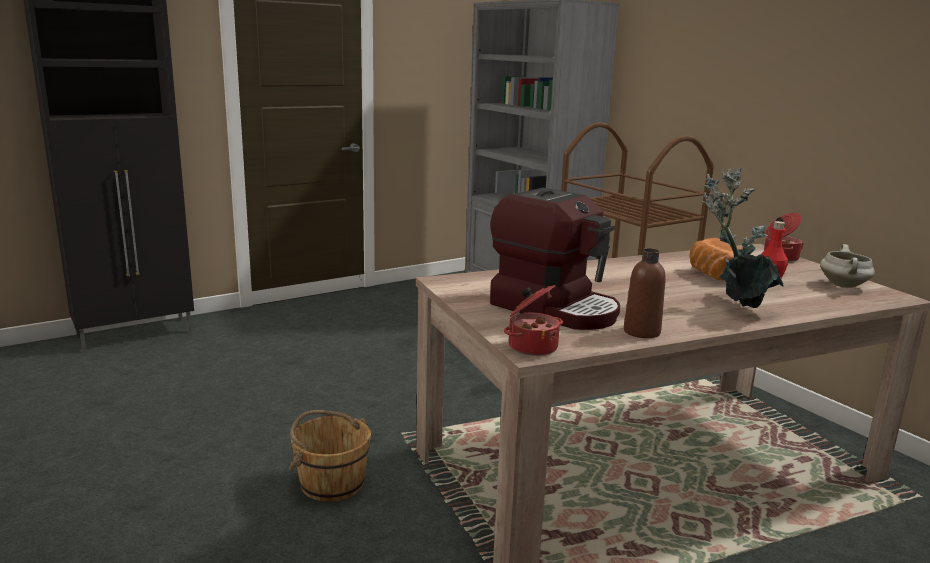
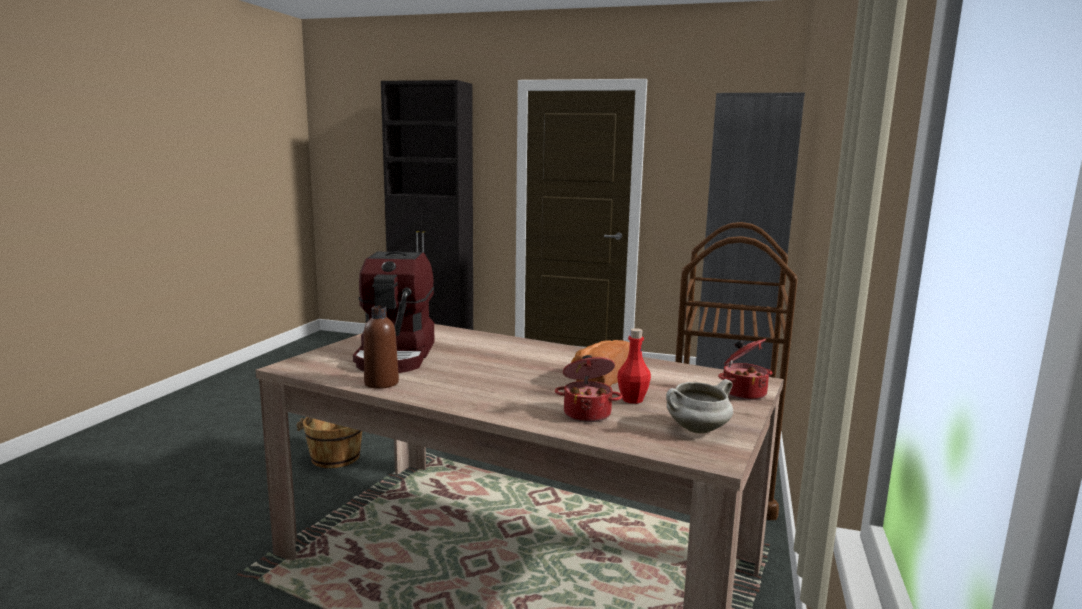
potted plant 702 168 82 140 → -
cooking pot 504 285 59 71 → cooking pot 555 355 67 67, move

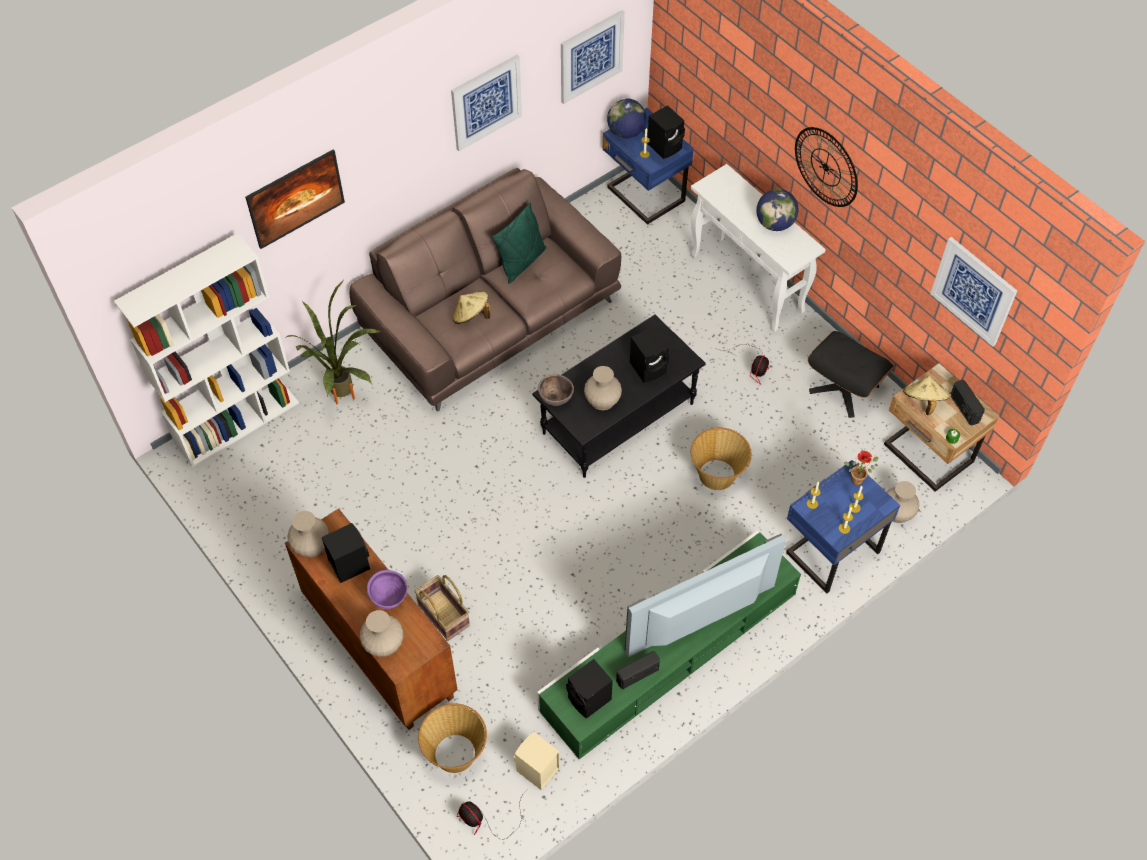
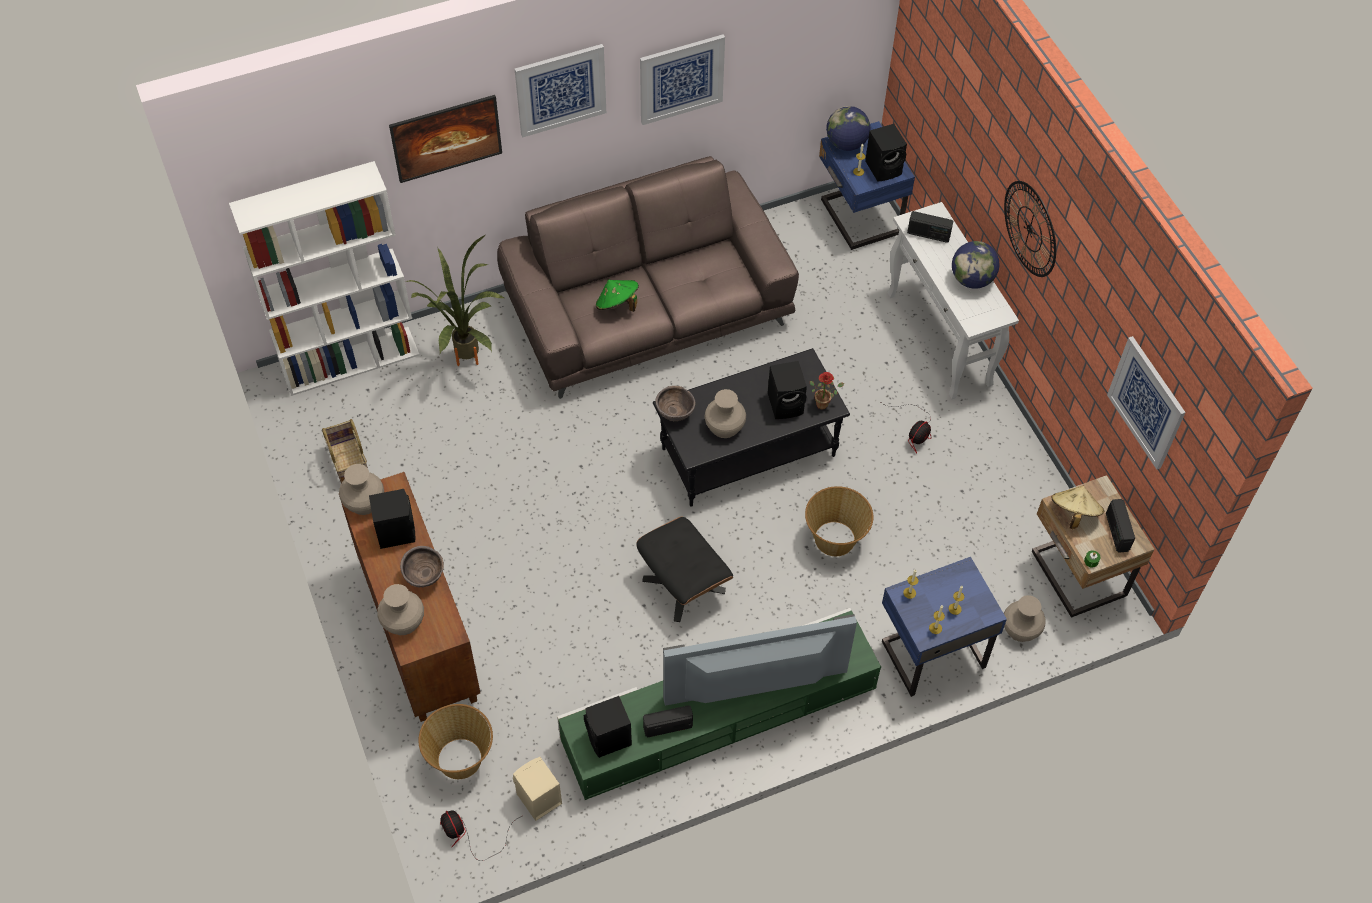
green pillow 492 202 55 82 → -
- → radio 907 211 46 32
basket 415 575 55 66 → basket 322 419 46 64, move
picture 561 10 64 94 → picture 515 44 91 93, move
black ottoman 808 331 86 87 → black ottoman 636 516 98 106, move
potted plant 844 451 35 34 → potted plant 810 372 34 37, move
purple bowl 367 570 41 39 → brown bowl 400 546 44 41
beige hat 452 291 39 33 → green hat 596 280 43 32

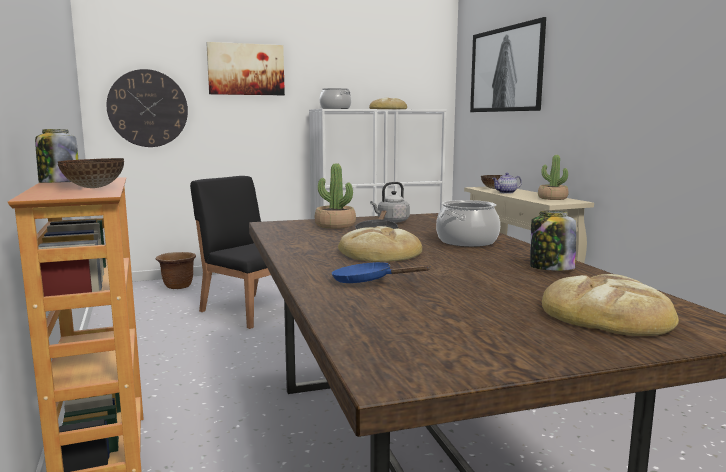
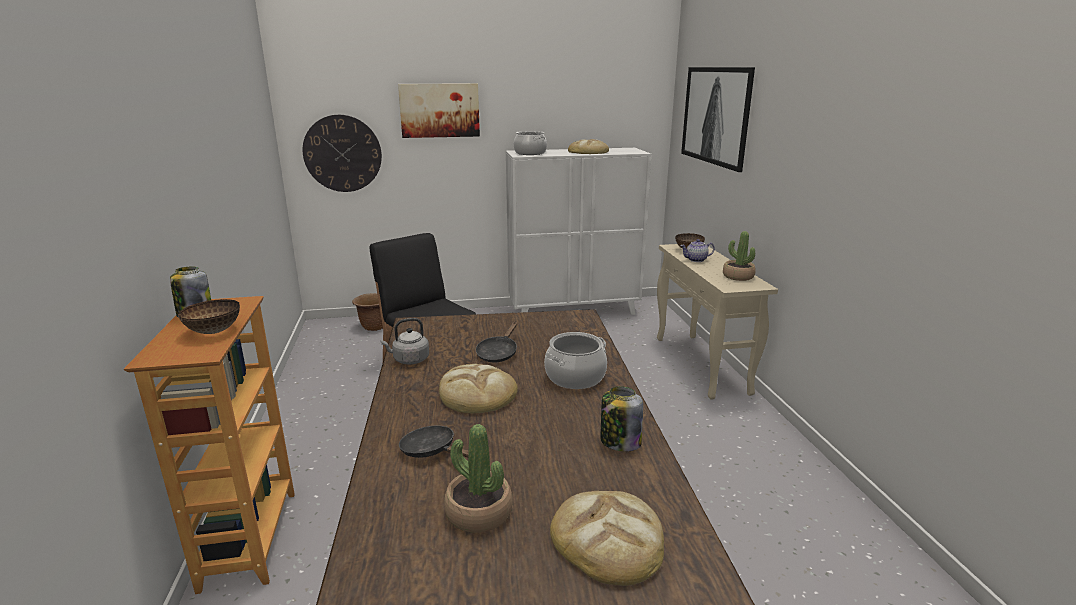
potted plant 315 163 41 66 → potted plant 444 424 69 109, move
grey kettle 370 182 40 41 → grey kettle 381 318 48 47, move
blue frying pan 332 262 99 21 → black frying pan 399 426 70 32

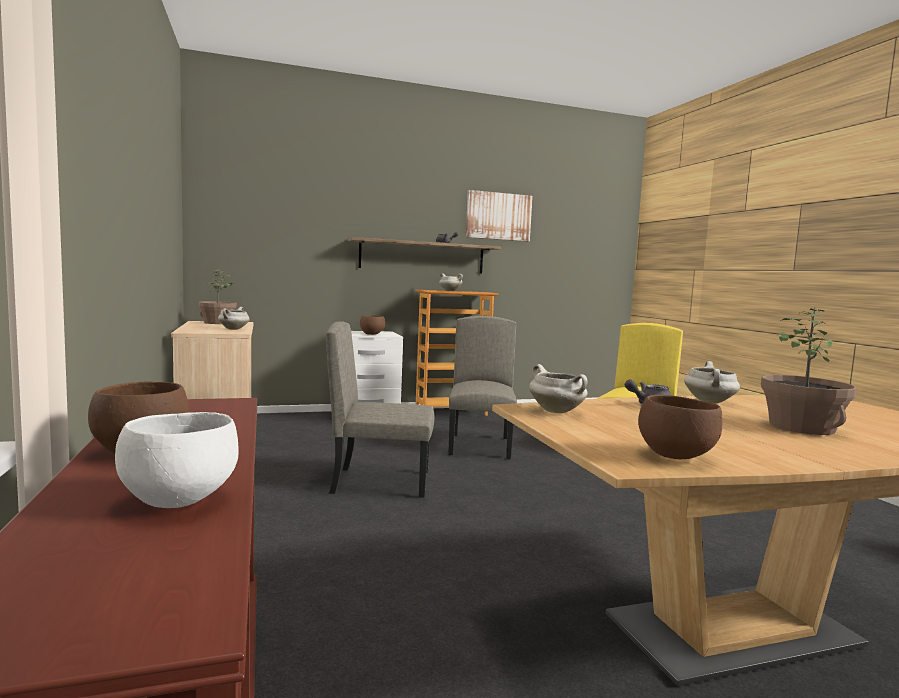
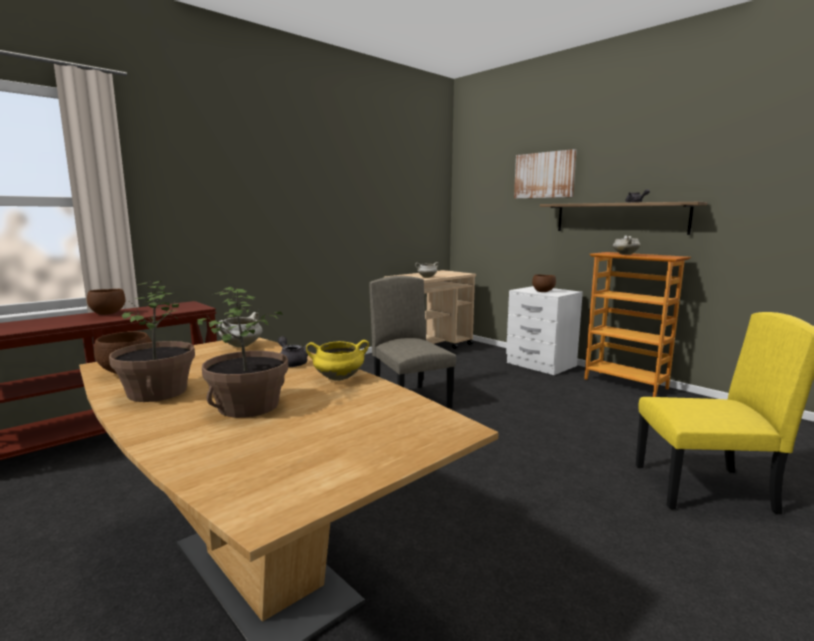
white bowl 115 412 124 96 → -
beige chair 448 316 69 143 → -
potted plant 198 270 39 54 → potted plant 109 281 86 121, move
picture 466 190 67 51 → picture 514 149 63 50, move
white cooking pot 684 361 56 43 → yellow cooking pot 306 340 63 41

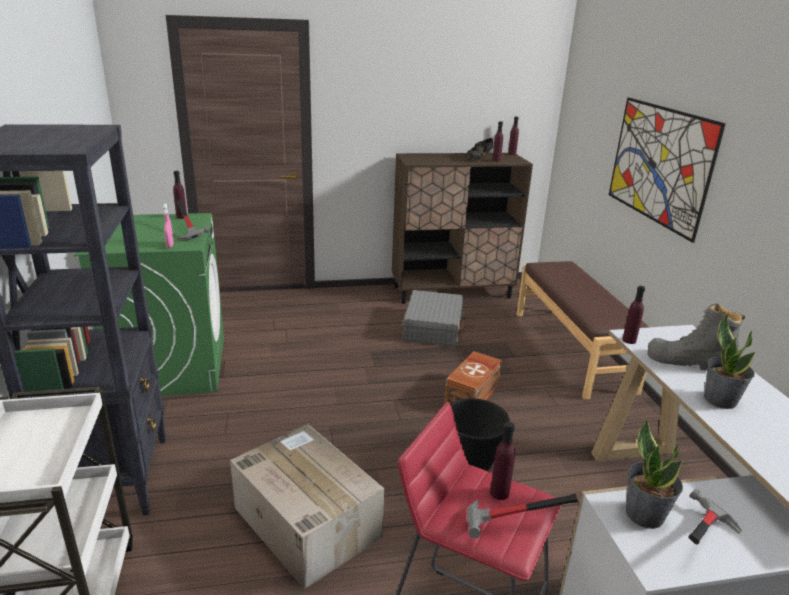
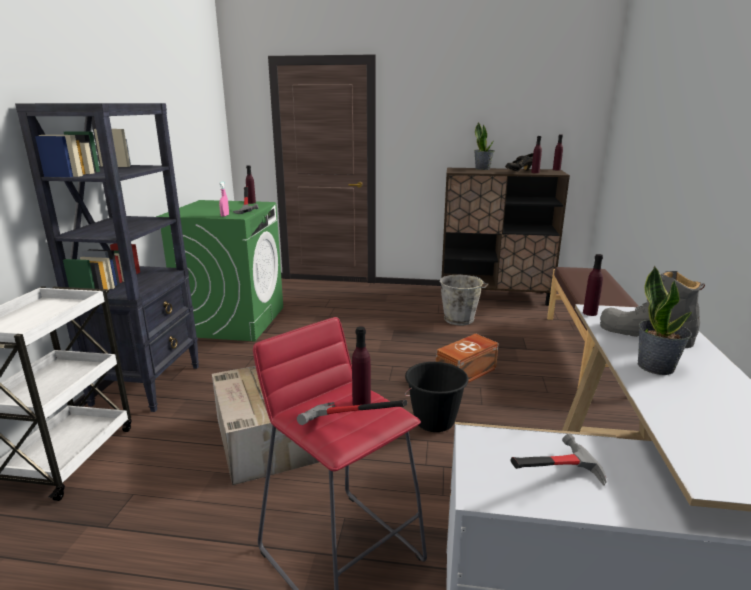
picture 609 97 117 146 → -
potted plant 626 419 57 110 → potted plant 474 122 21 48, move
grey suitcase 402 290 63 57 → grey bucket 440 275 49 50

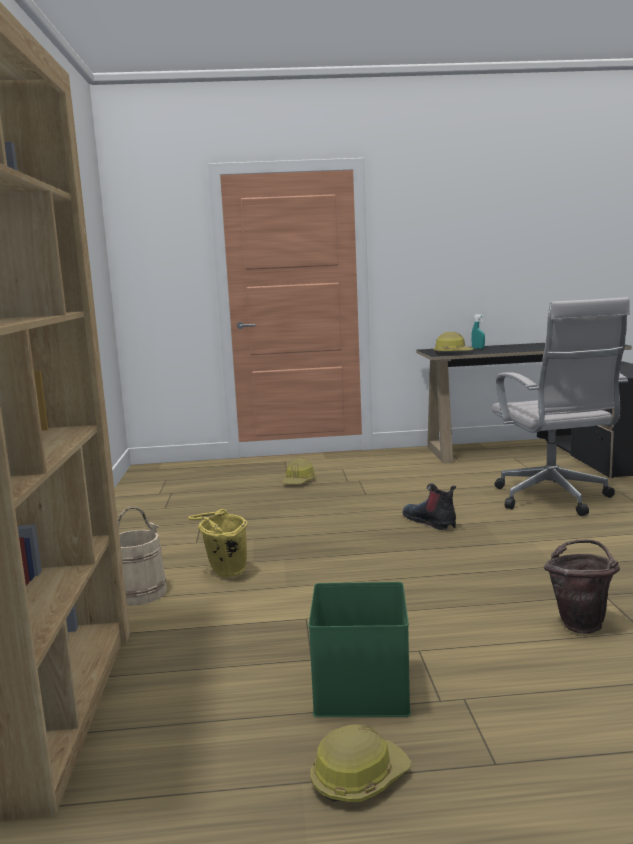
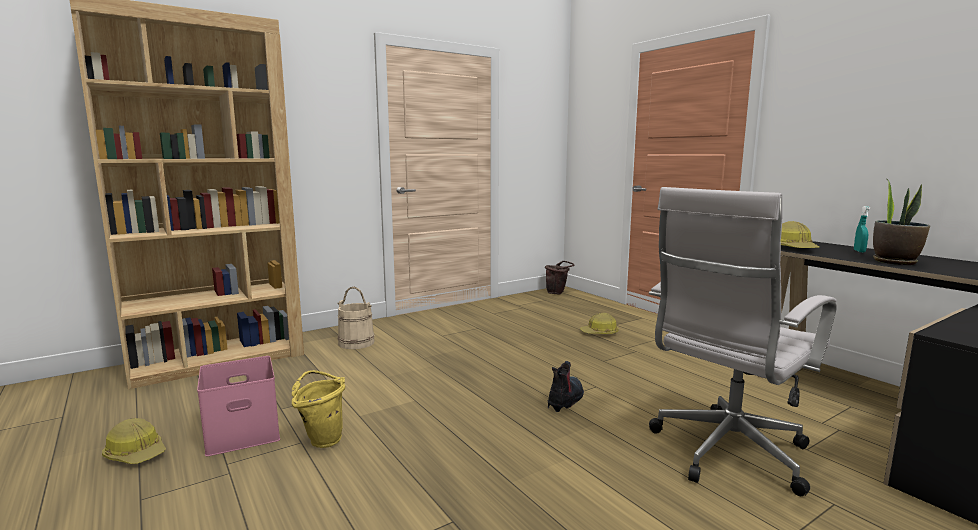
- → potted plant 873 178 57 87
yellow bucket 188 509 60 68 → yellow bucket 292 370 53 78, move
brown bucket 544 539 76 95 → brown bucket 545 261 29 33, move
green storage box 309 582 102 135 → pink storage box 197 356 83 100

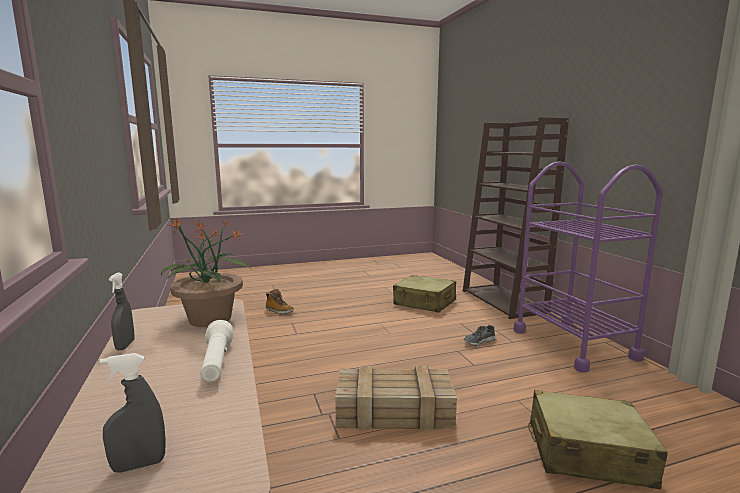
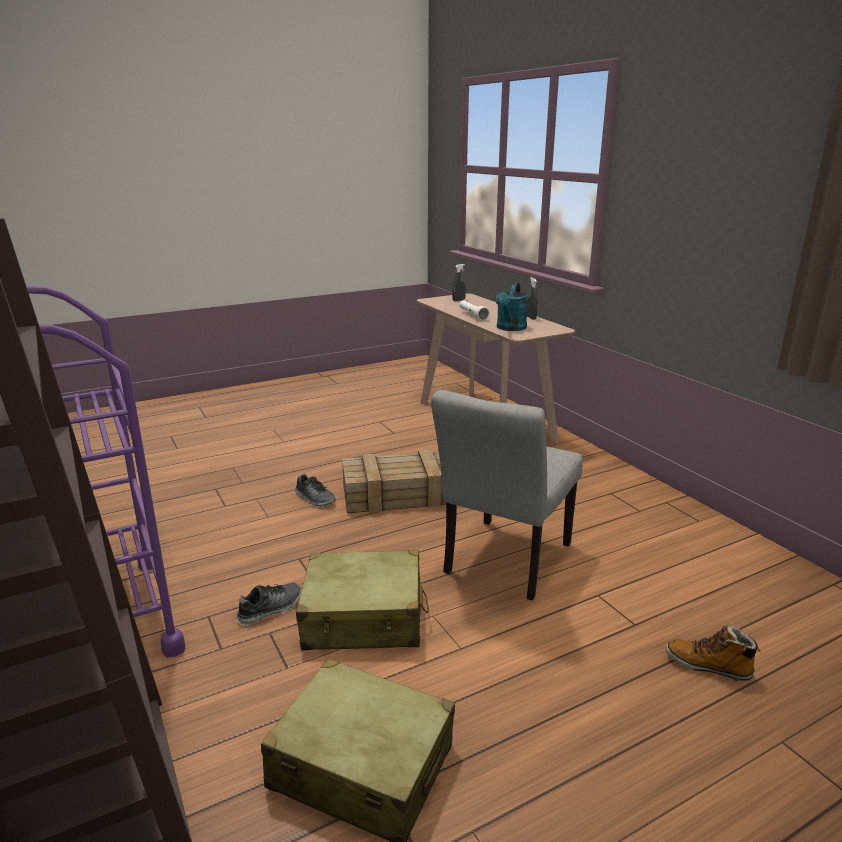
- → shoe 295 474 41 33
- → grey chair 431 390 152 210
beige suitcase 528 390 140 99 → beige suitcase 296 550 133 100, move
potted plant 161 218 90 109 → turquoise watering can 495 283 33 48

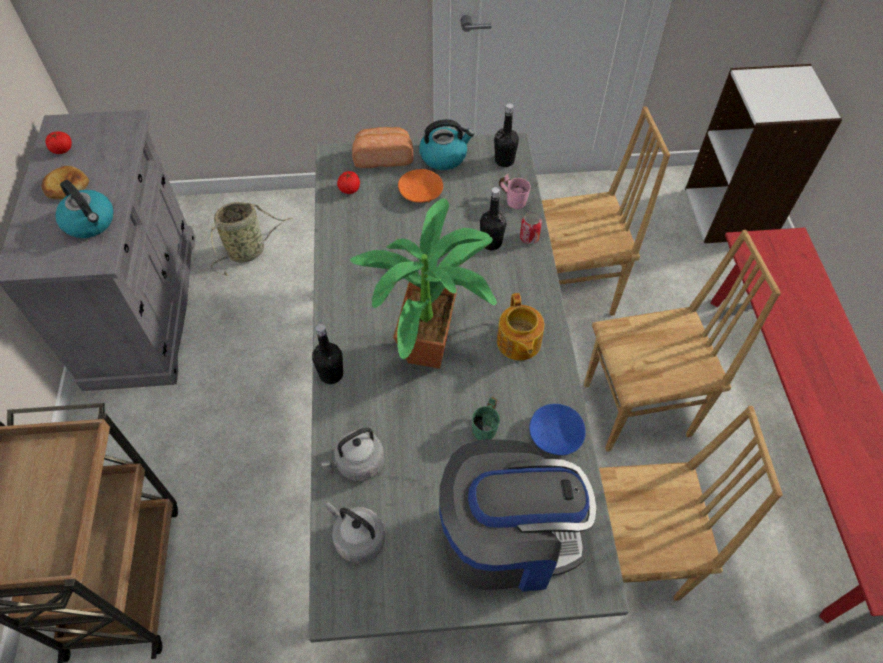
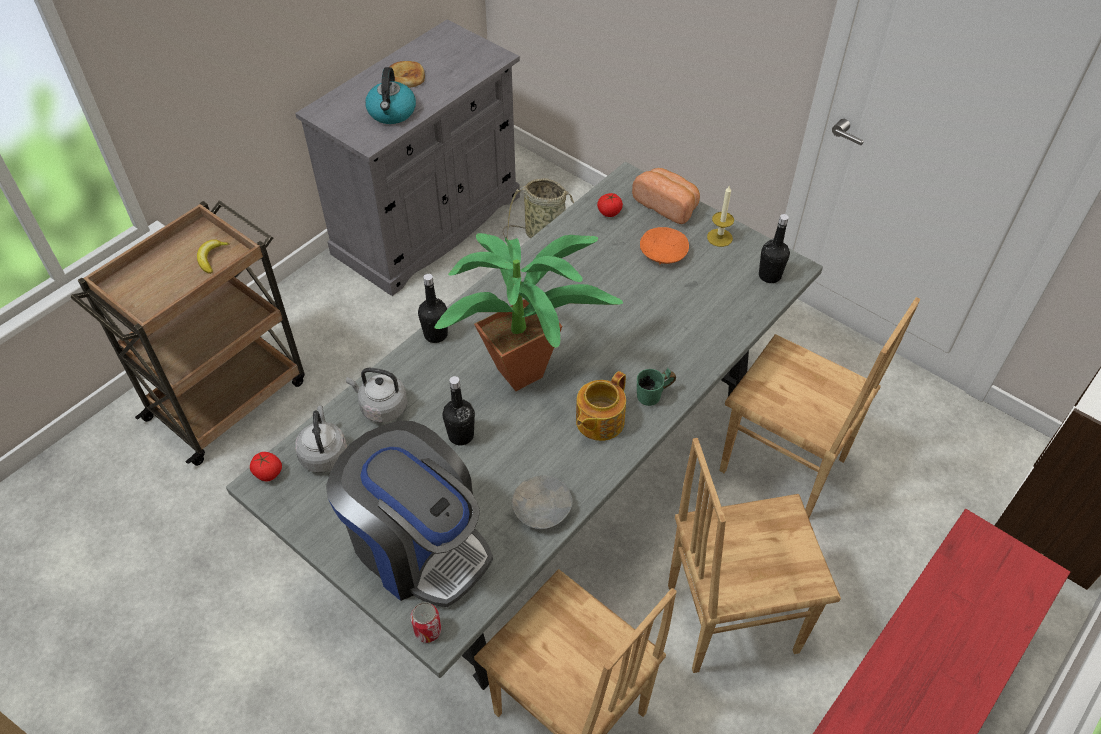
pink mug 499 174 32 35 → -
- → banana 197 239 33 35
tomato 45 132 27 22 → tomato 250 452 32 29, move
green mug 472 397 28 43 → green mug 637 368 39 38, move
black bottle 480 187 26 63 → black bottle 443 376 32 69, move
can 520 212 22 32 → can 411 602 30 41, move
kettle 419 119 56 51 → candle 707 186 27 61
blue bowl 529 404 57 51 → grey bowl 512 475 61 54
brown chair 584 230 197 222 → brown chair 668 438 173 235, 135 degrees clockwise

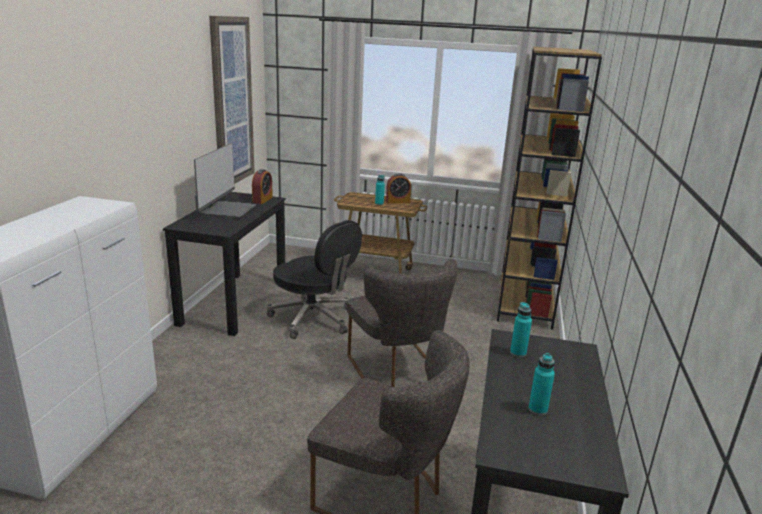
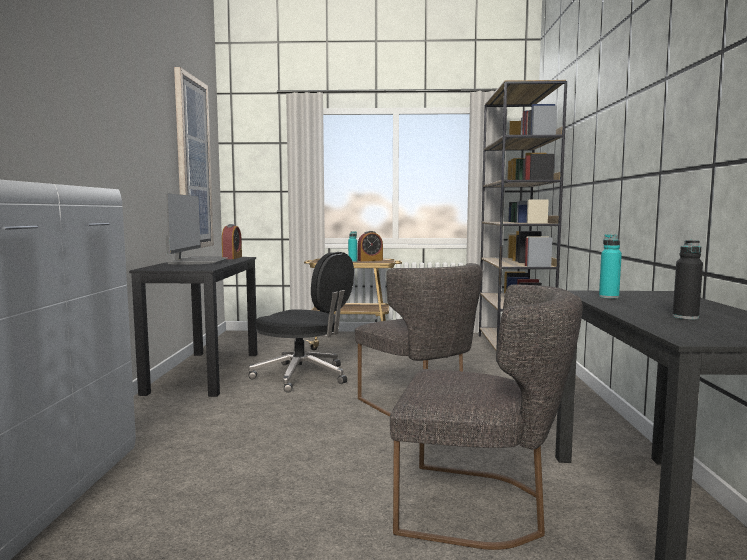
turquoise bottle 529 353 26 62 → black bottle 673 240 30 80

